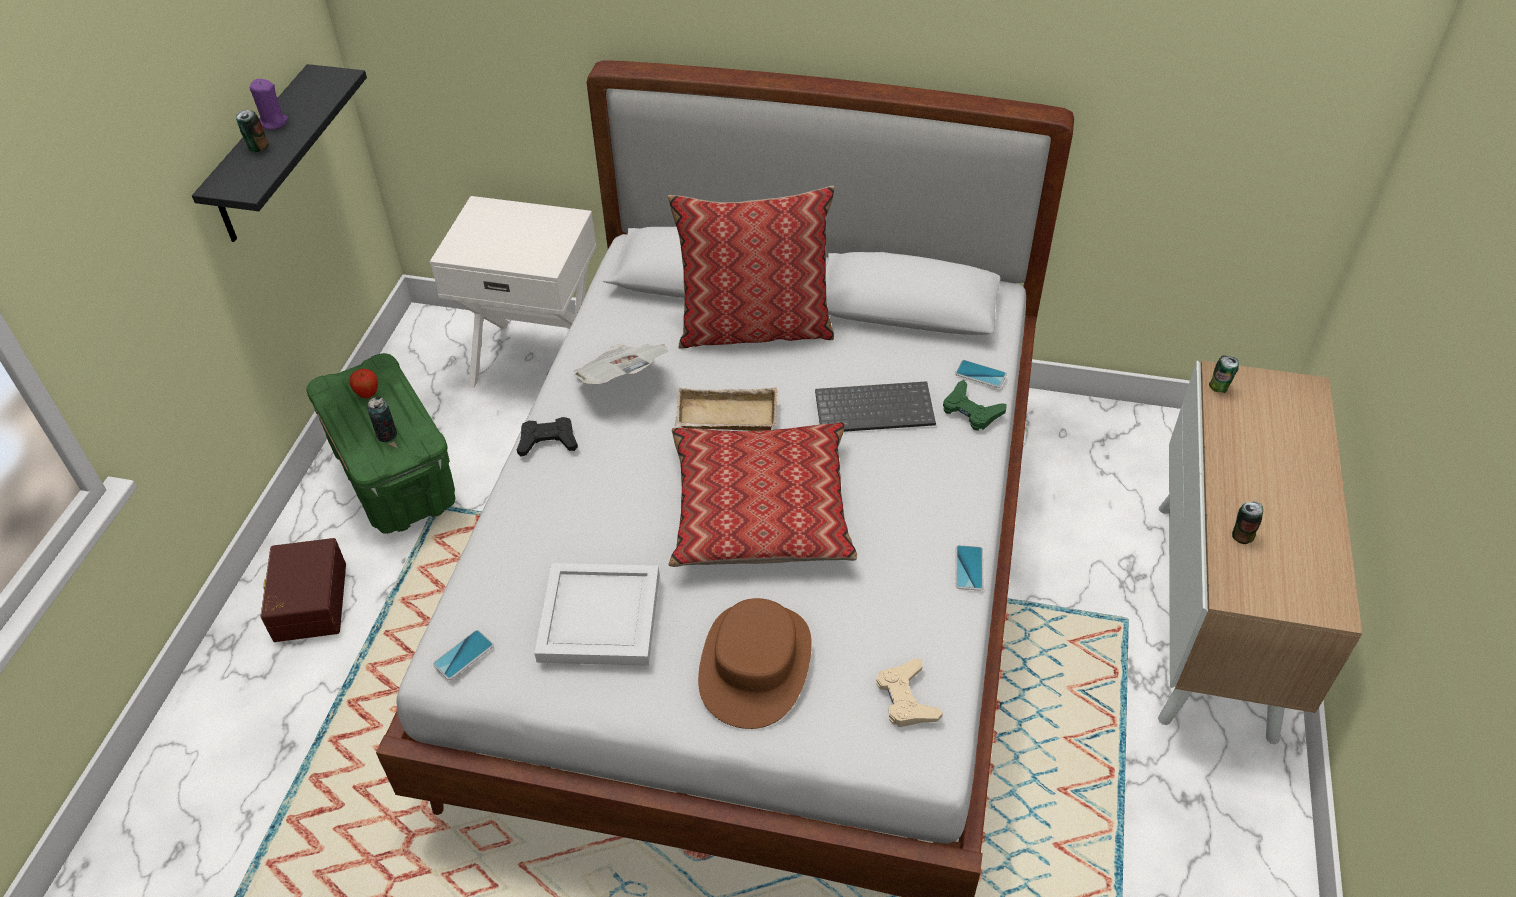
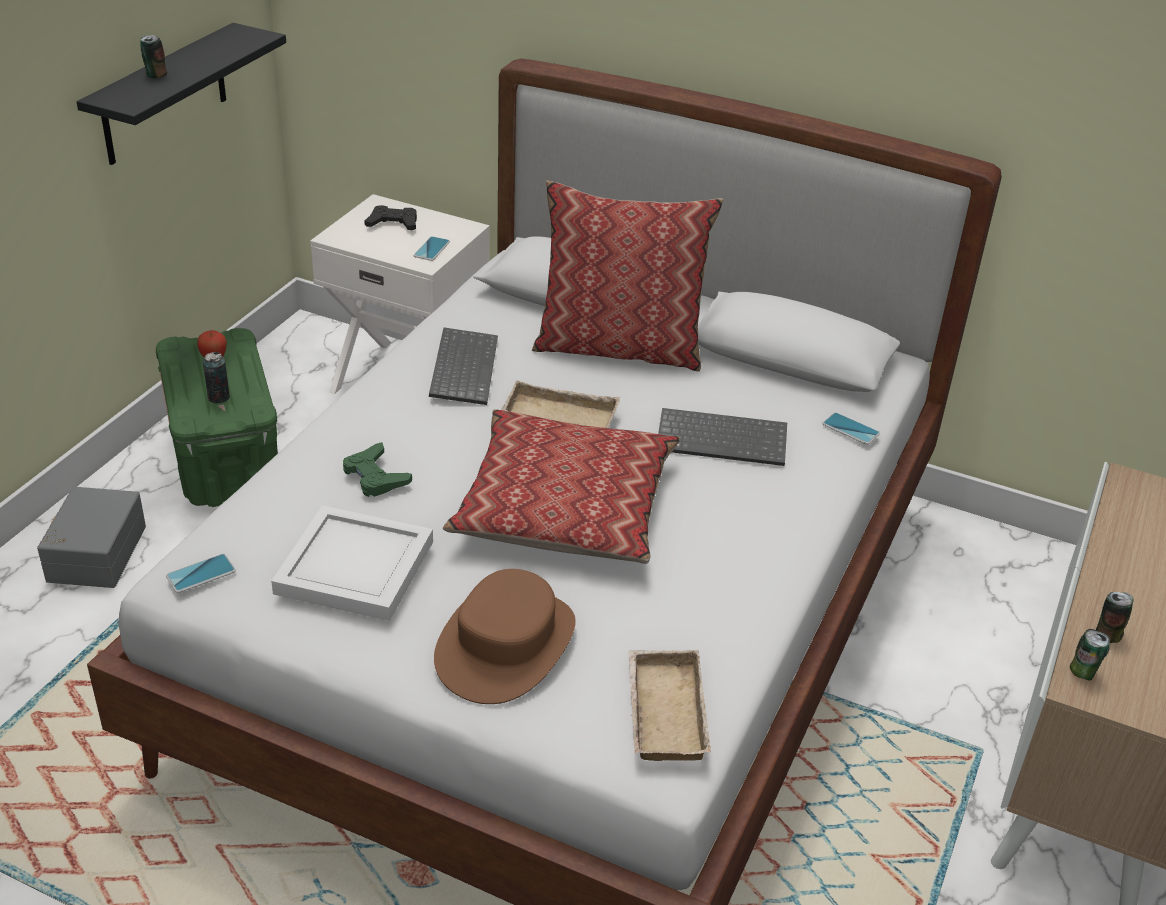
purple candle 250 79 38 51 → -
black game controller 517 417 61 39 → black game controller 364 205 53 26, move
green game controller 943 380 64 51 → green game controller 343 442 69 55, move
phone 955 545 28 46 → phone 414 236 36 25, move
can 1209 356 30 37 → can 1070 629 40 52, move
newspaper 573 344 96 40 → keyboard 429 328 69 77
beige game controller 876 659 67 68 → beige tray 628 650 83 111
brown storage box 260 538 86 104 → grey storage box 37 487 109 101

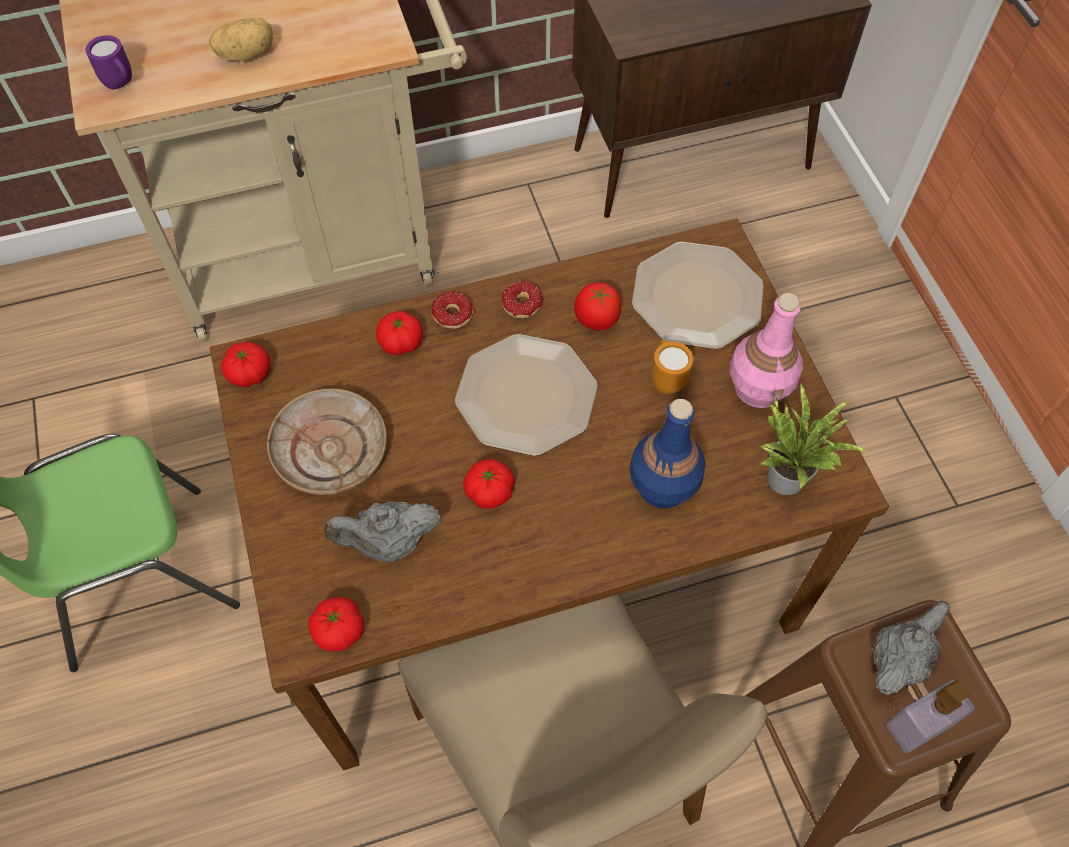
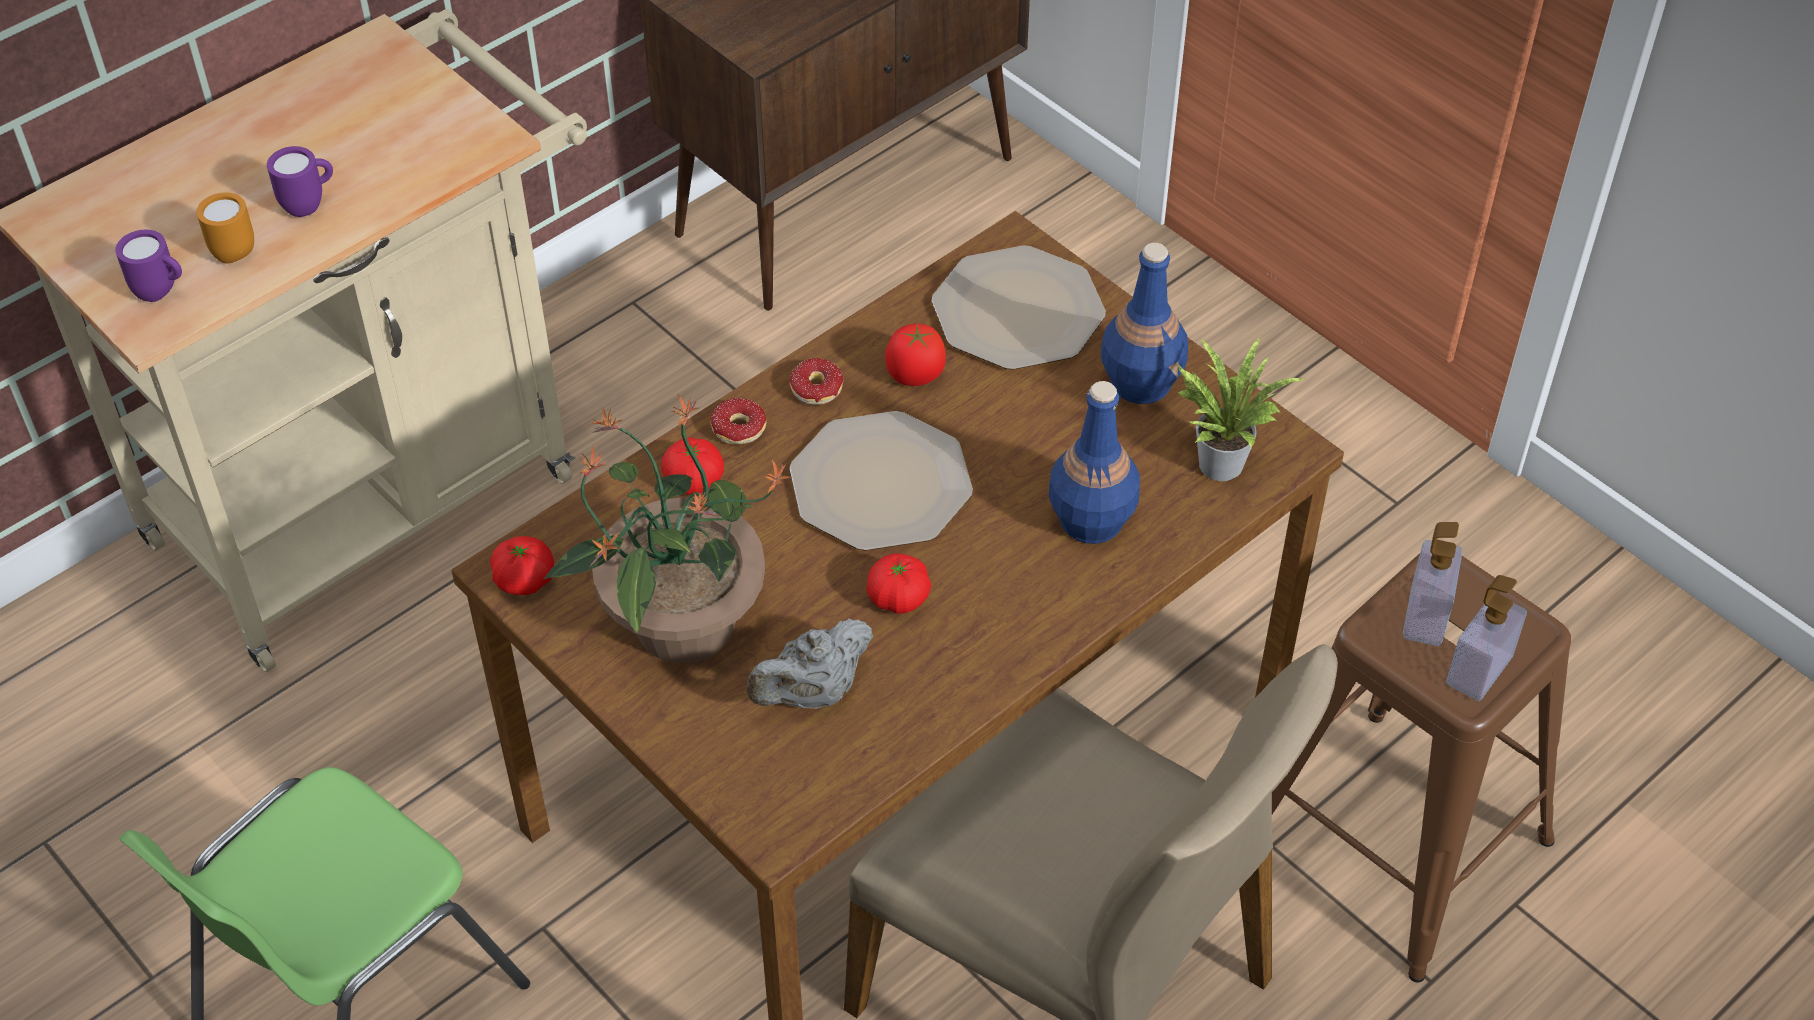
tomato 308 597 56 55 → -
orange mug 651 340 43 54 → orange mug 196 193 58 71, move
potato 209 18 64 43 → purple mug 267 146 66 71
beige plate 267 389 120 106 → potted plant 544 395 248 268
grey teapot 873 600 77 95 → soap dispenser 1403 522 59 124
pink bottle 730 293 73 115 → blue bottle 1101 243 87 161

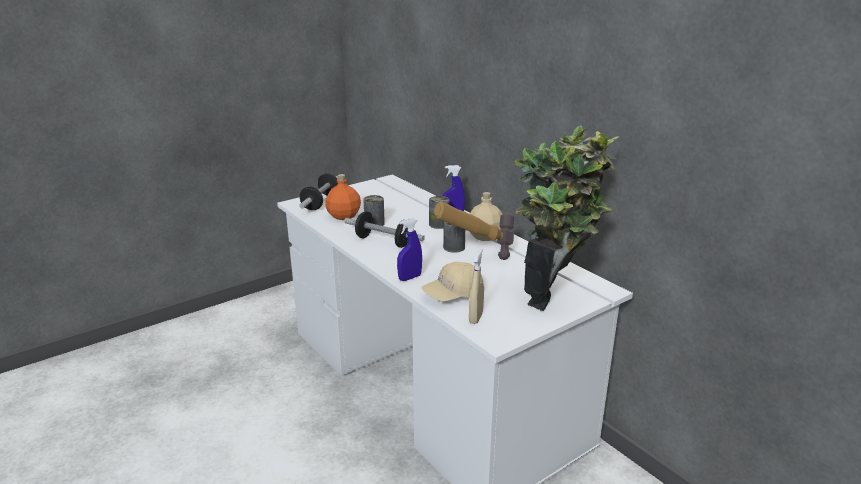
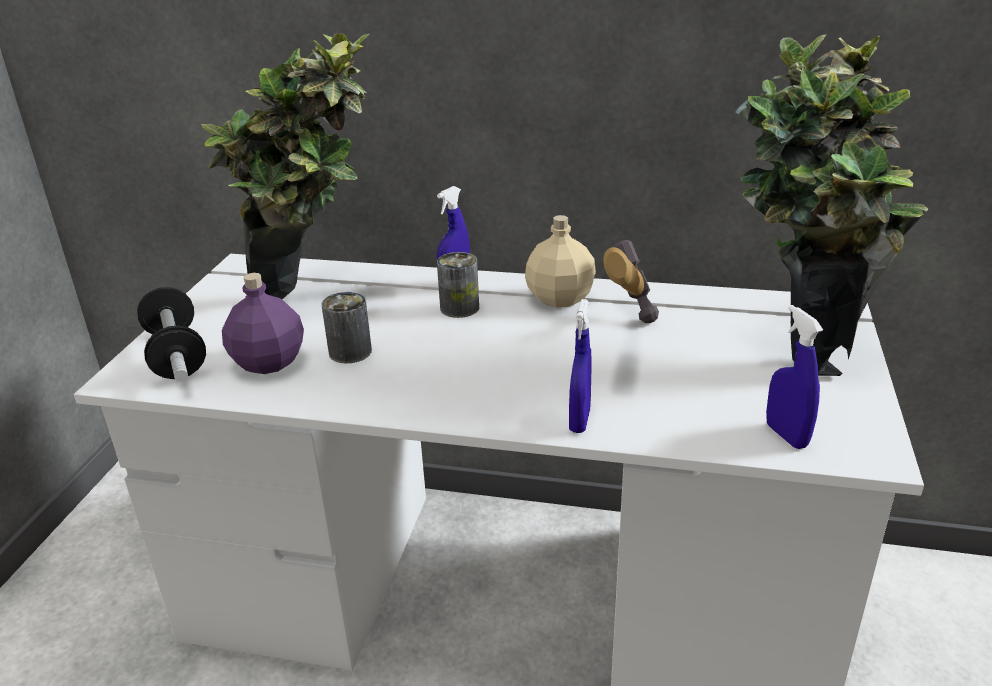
dumbbell 344 211 81 37 → -
beige cap 422 262 62 39 → -
can 443 222 22 31 → -
- → potted plant 201 33 169 266
orange bottle 325 174 36 46 → purple bottle 222 273 82 101
beige spray bottle 469 249 15 75 → blue spray bottle 766 305 57 144

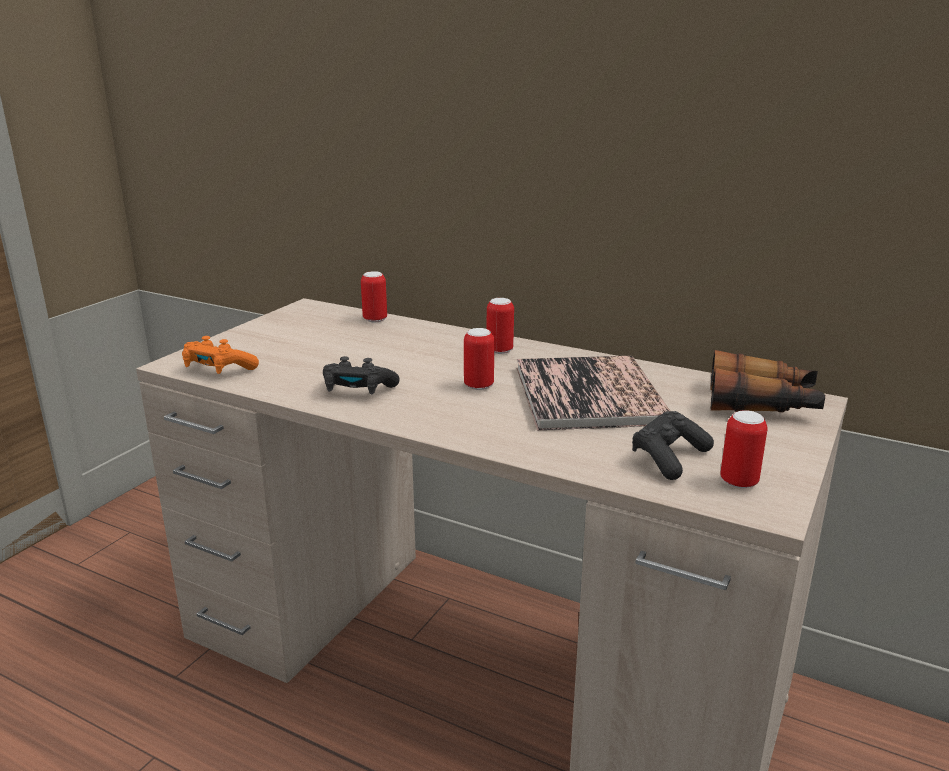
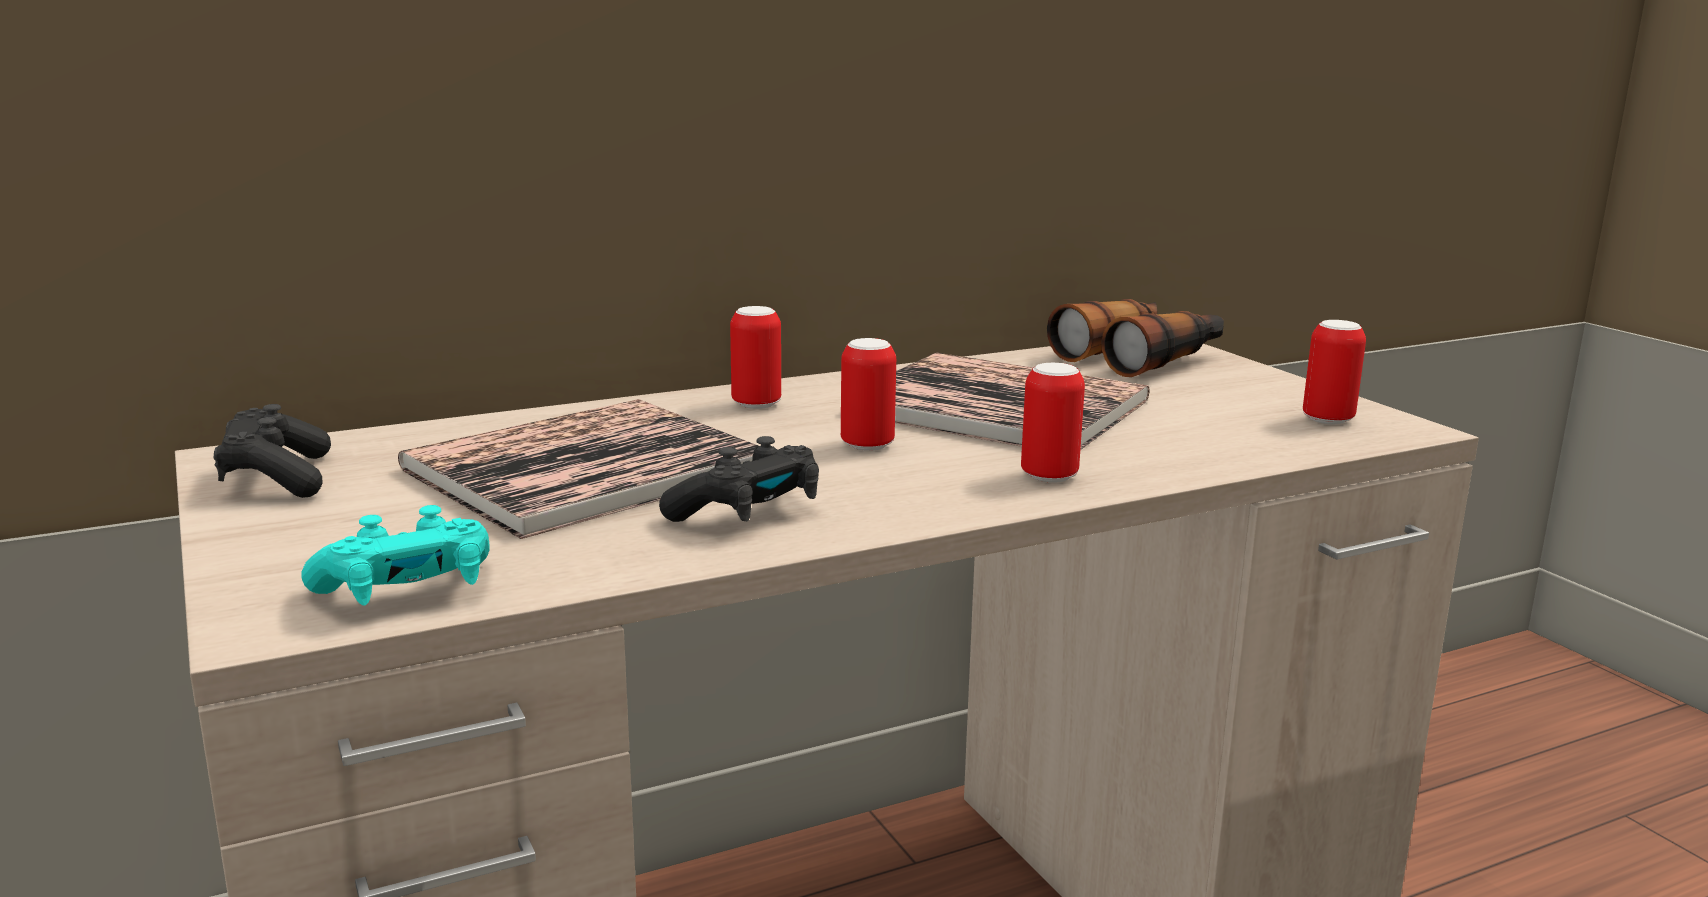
- → book 398 399 361 140
can 361 271 26 51 → can 1021 363 64 120, move
black game controller 632 411 82 69 → black game controller 214 404 117 94, move
orange game controller 182 336 77 38 → turquoise game controller 301 505 188 101

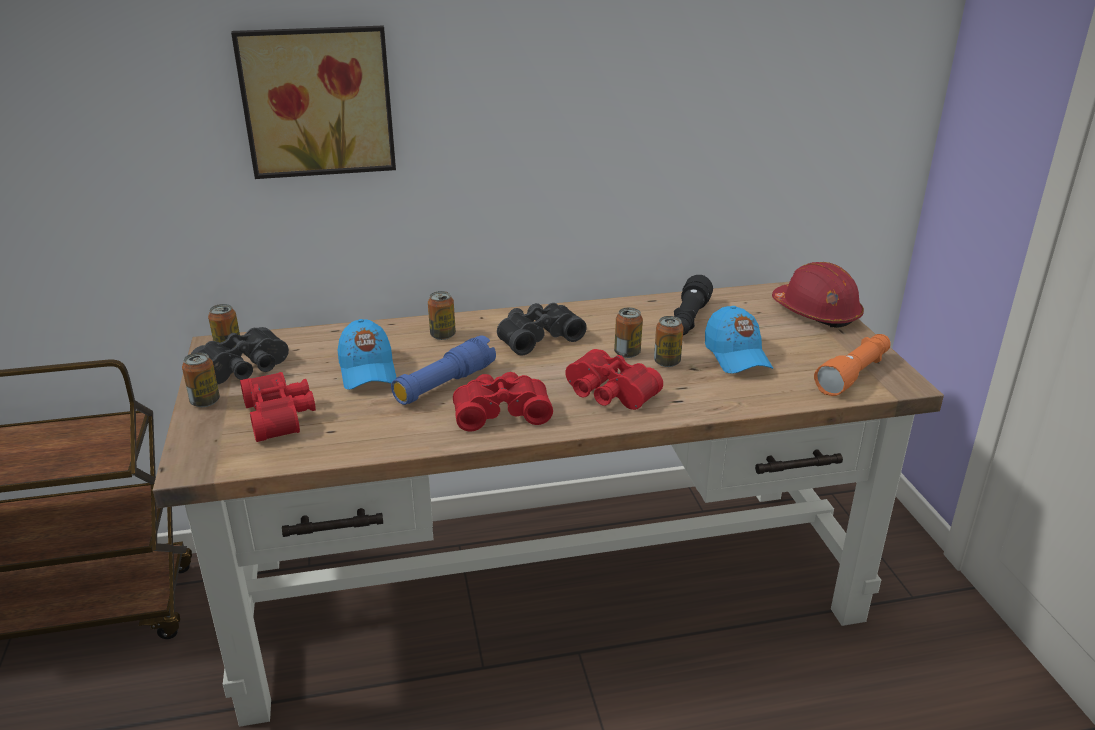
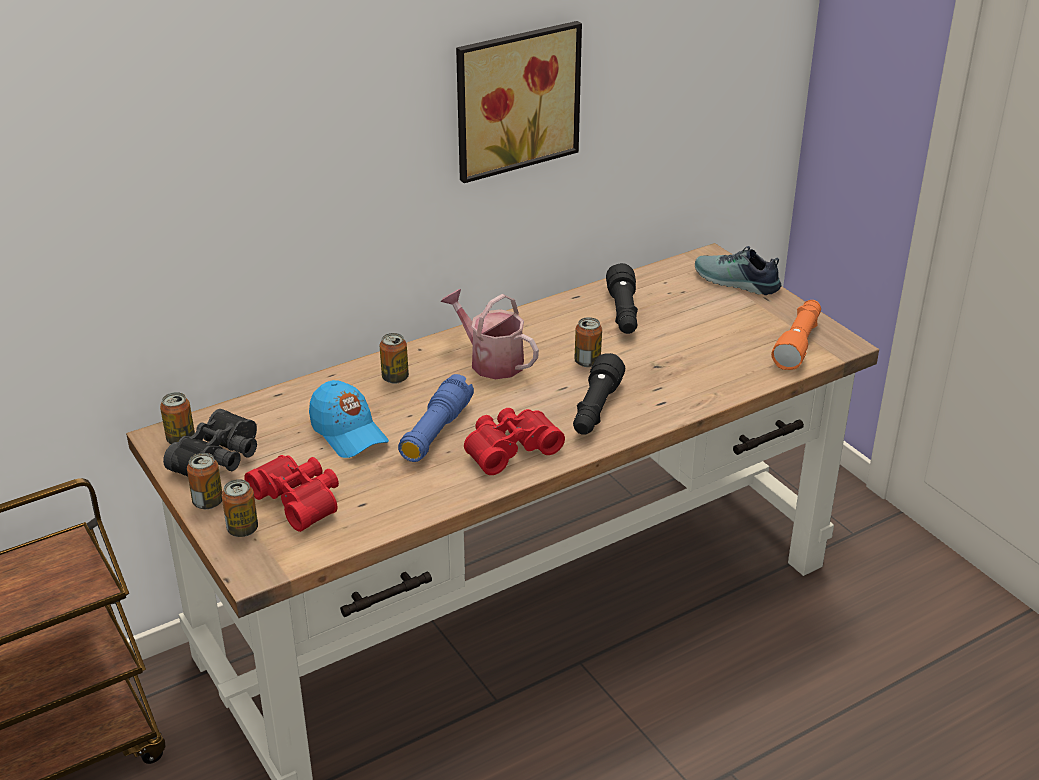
blue cap 705 306 68 68 → -
picture 231 26 165 153 → picture 456 21 126 162, move
can 654 316 30 51 → can 222 479 36 58, move
black binoculars 497 303 90 53 → watering can 441 289 98 90
red binoculars 565 349 98 61 → black flashlight 573 353 52 82
red hard hat 772 262 92 66 → shoe 695 246 86 49

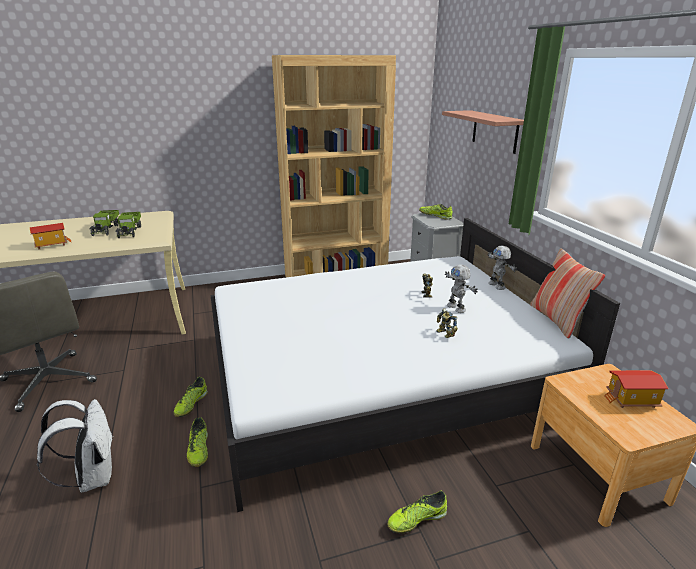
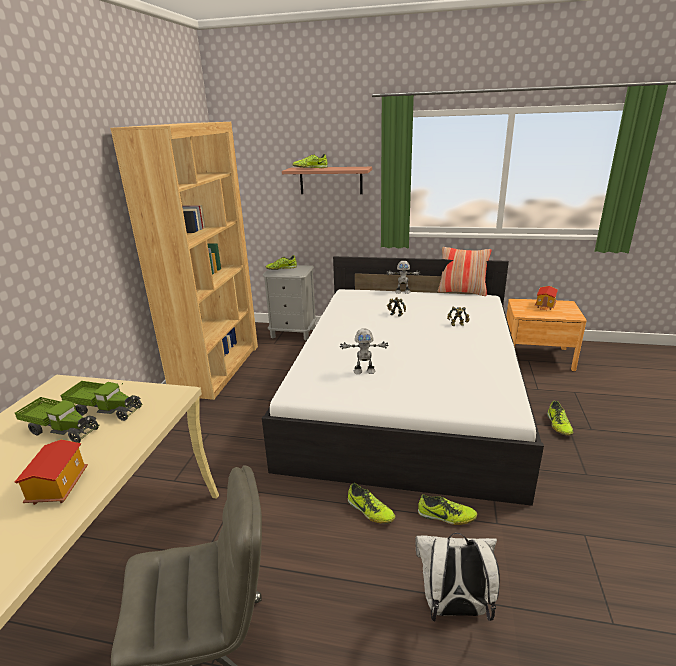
- → shoe 293 154 35 14
toy robot 445 264 33 49 → toy robot 340 328 49 46, move

